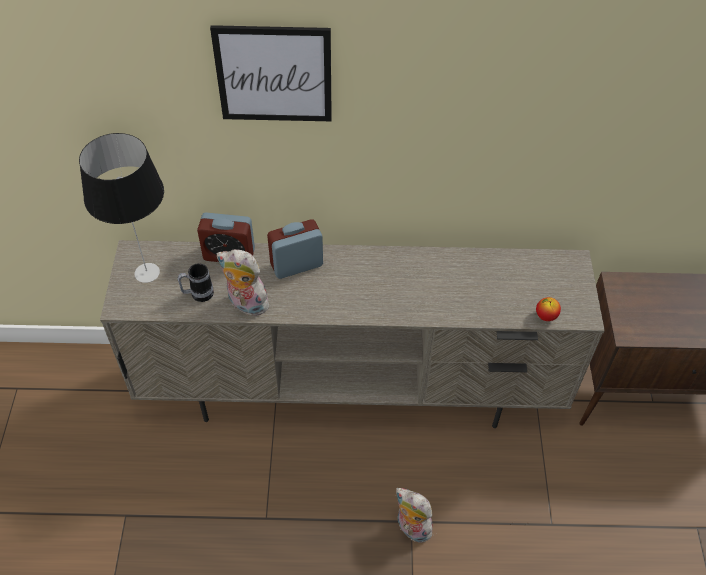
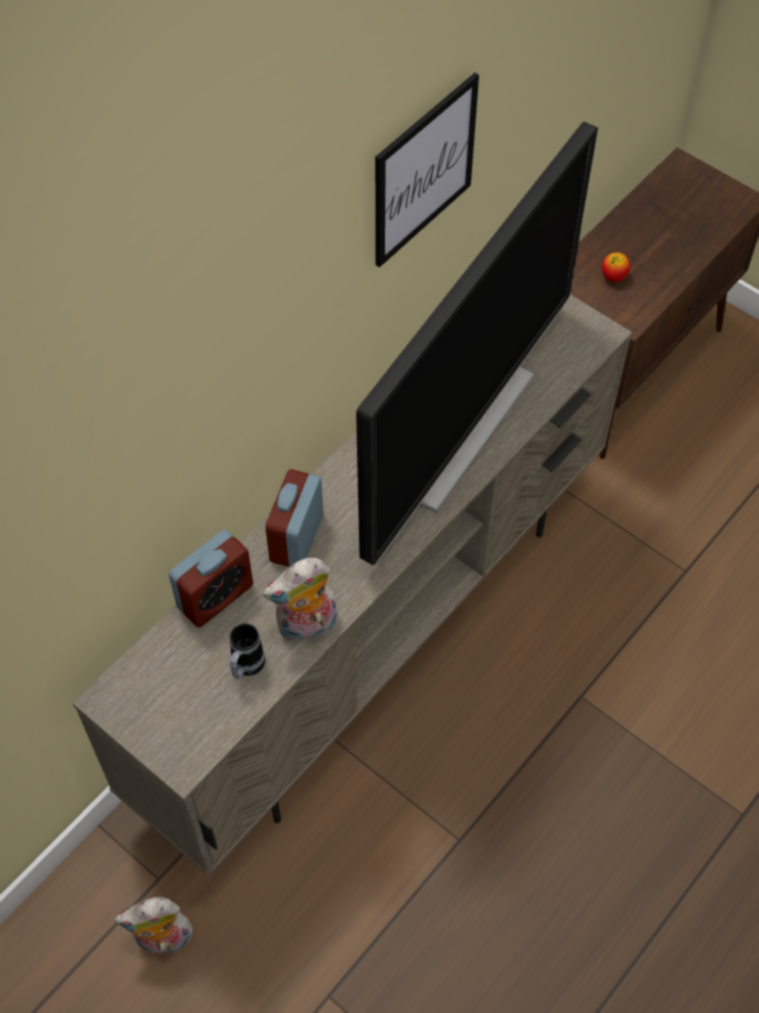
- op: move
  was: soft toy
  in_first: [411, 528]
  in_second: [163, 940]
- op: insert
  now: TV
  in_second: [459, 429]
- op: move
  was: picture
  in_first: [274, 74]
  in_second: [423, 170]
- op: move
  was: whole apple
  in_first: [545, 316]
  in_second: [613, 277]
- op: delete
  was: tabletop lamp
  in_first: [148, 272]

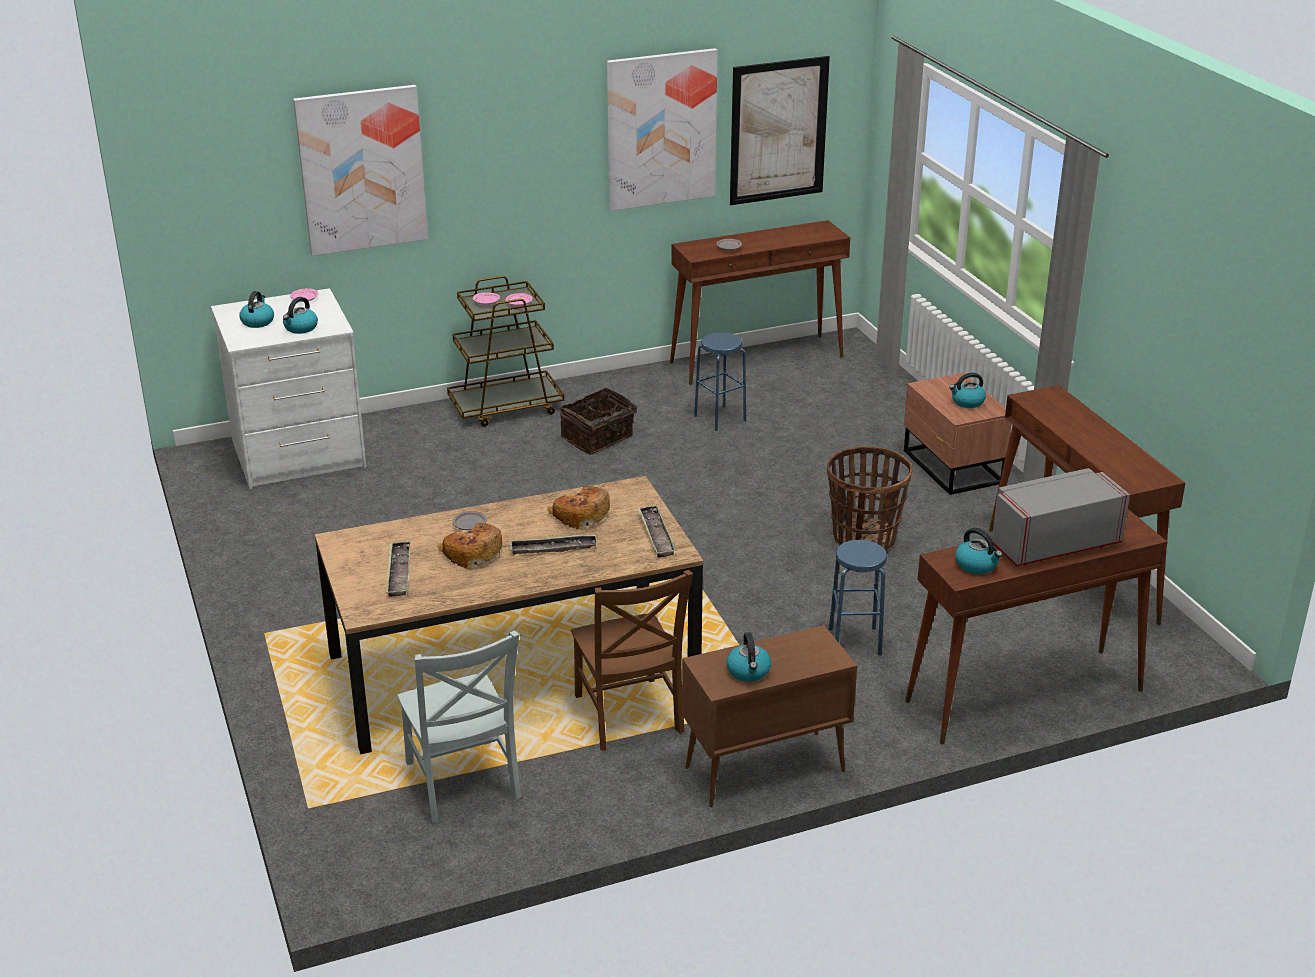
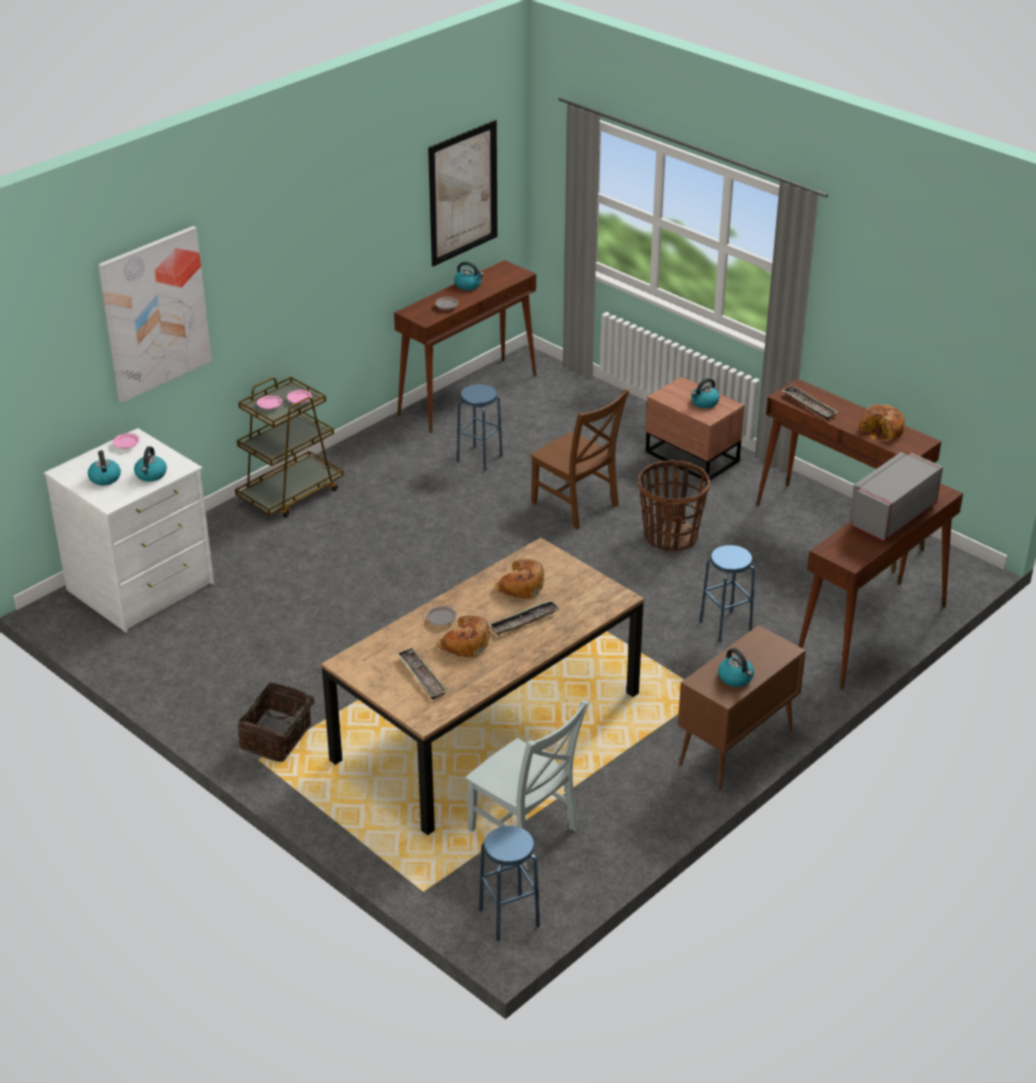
- op: move
  was: storage basket
  in_first: [598, 438]
  in_second: [278, 738]
- op: move
  was: tea kettle
  in_first: [977, 565]
  in_second: [468, 285]
- op: insert
  now: blue stool
  in_second: [509, 918]
- op: move
  was: brown plain chair
  in_first: [629, 717]
  in_second: [577, 505]
- op: move
  was: carrying tray
  in_first: [656, 535]
  in_second: [809, 405]
- op: insert
  now: bread
  in_second: [882, 431]
- op: delete
  was: picture
  in_first: [661, 129]

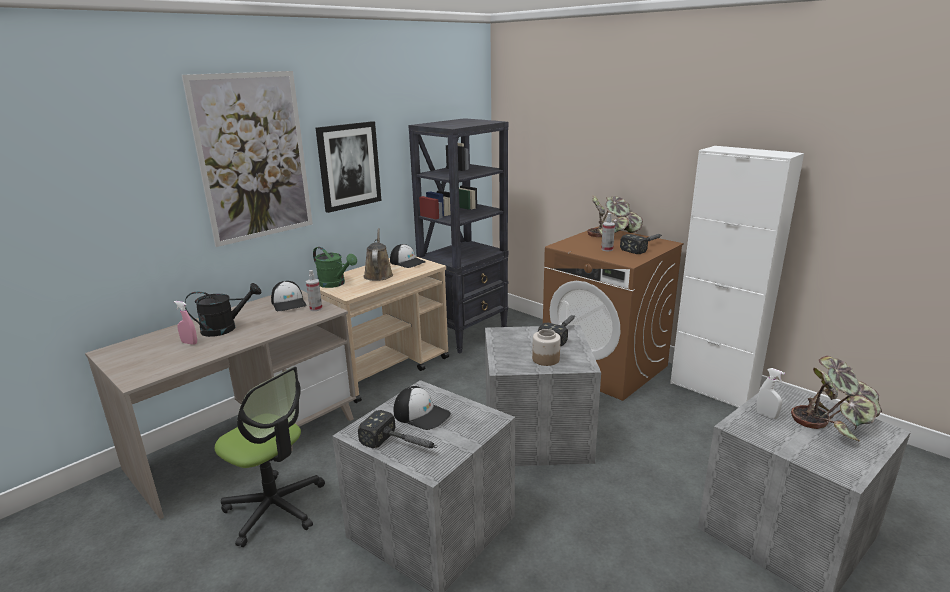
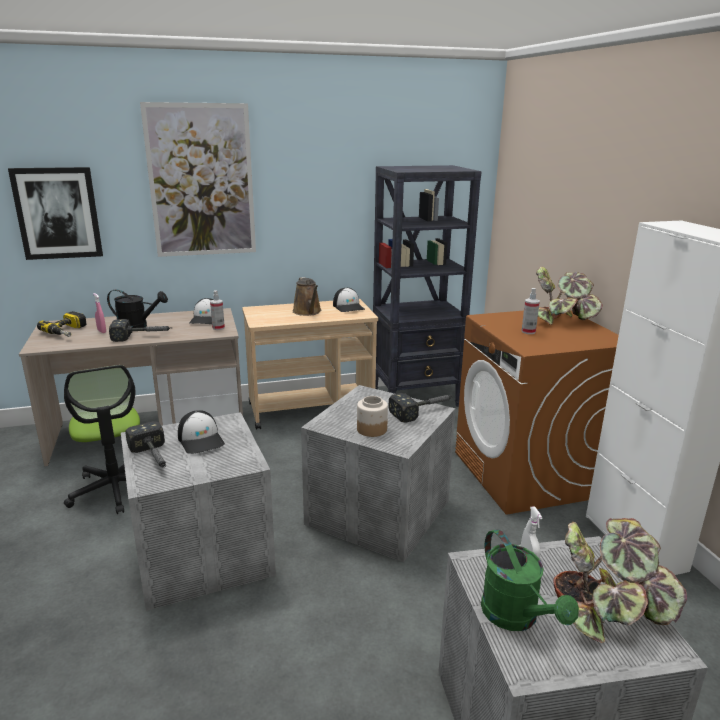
- op: move
  was: picture
  in_first: [349, 166]
  in_second: [58, 213]
- op: insert
  now: drill
  in_second: [69, 331]
- op: move
  was: tool hammer
  in_first: [645, 246]
  in_second: [143, 336]
- op: rotate
  was: brown watering pot
  in_first: [378, 274]
  in_second: [308, 312]
  clockwise: 135
- op: move
  was: greenish watering pot
  in_first: [335, 284]
  in_second: [516, 617]

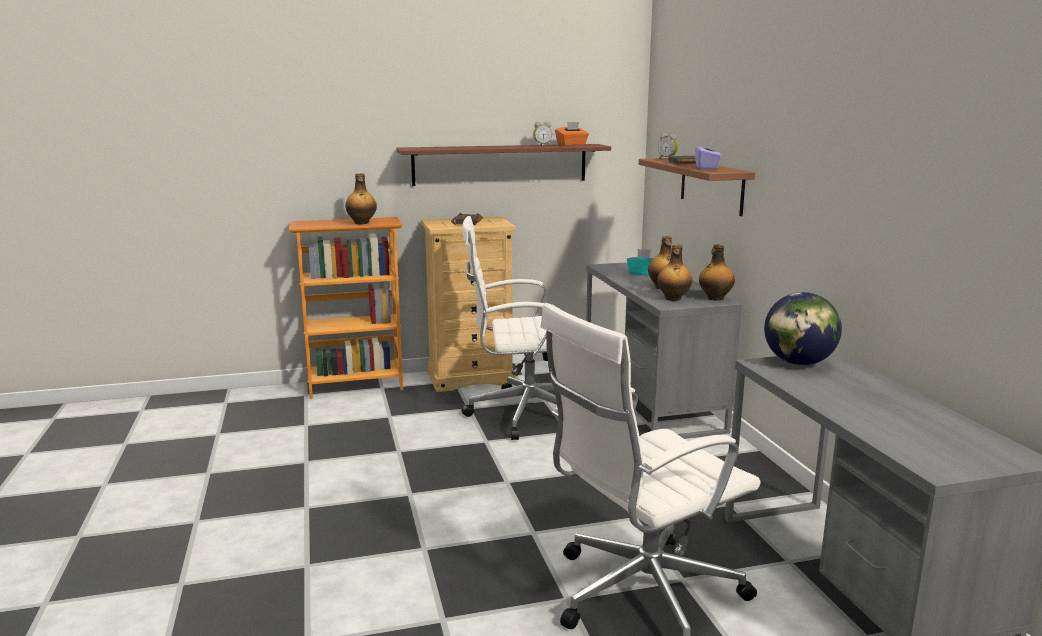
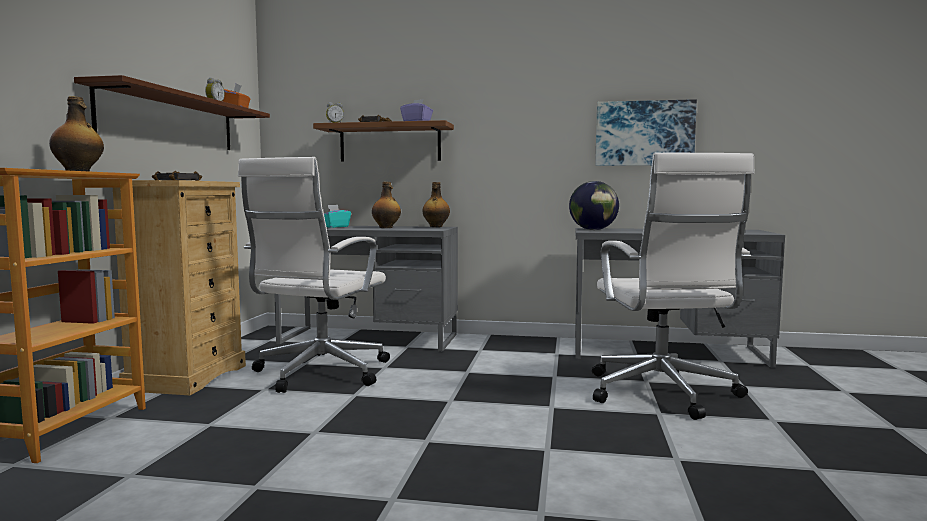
- op: insert
  now: picture
  in_second: [644, 133]
- op: delete
  was: bottle
  in_first: [673, 299]

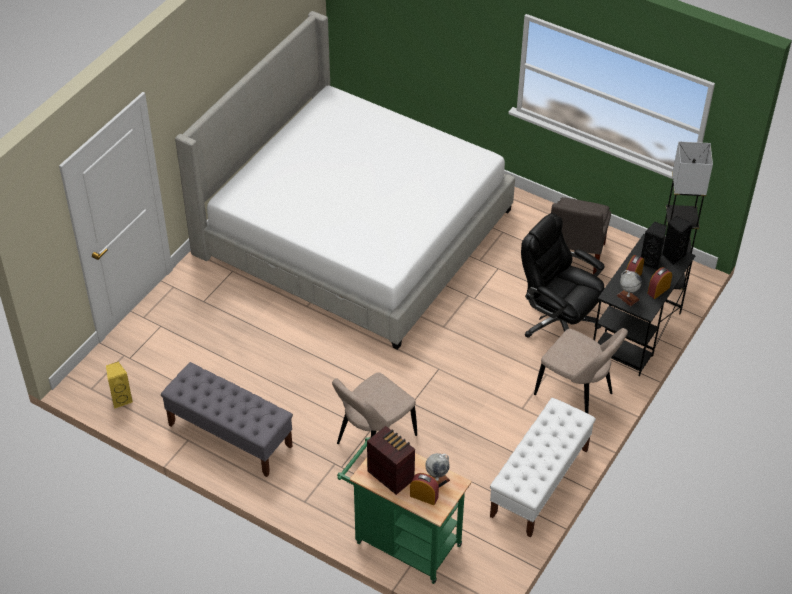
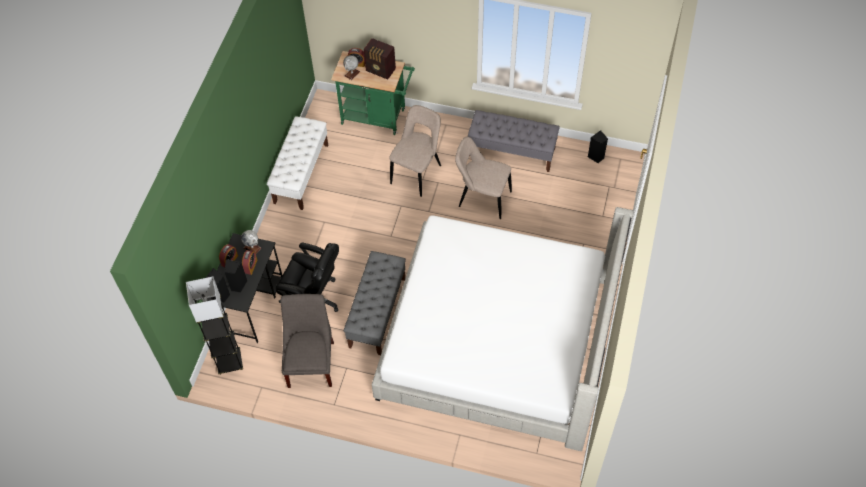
- op: insert
  now: grey long seat
  in_second: [377, 313]
- op: move
  was: sand-coloured plain chair
  in_first: [576, 396]
  in_second: [482, 198]
- op: recolor
  was: yellow audio speaker
  now: black audio speaker
  in_first: [121, 399]
  in_second: [596, 157]

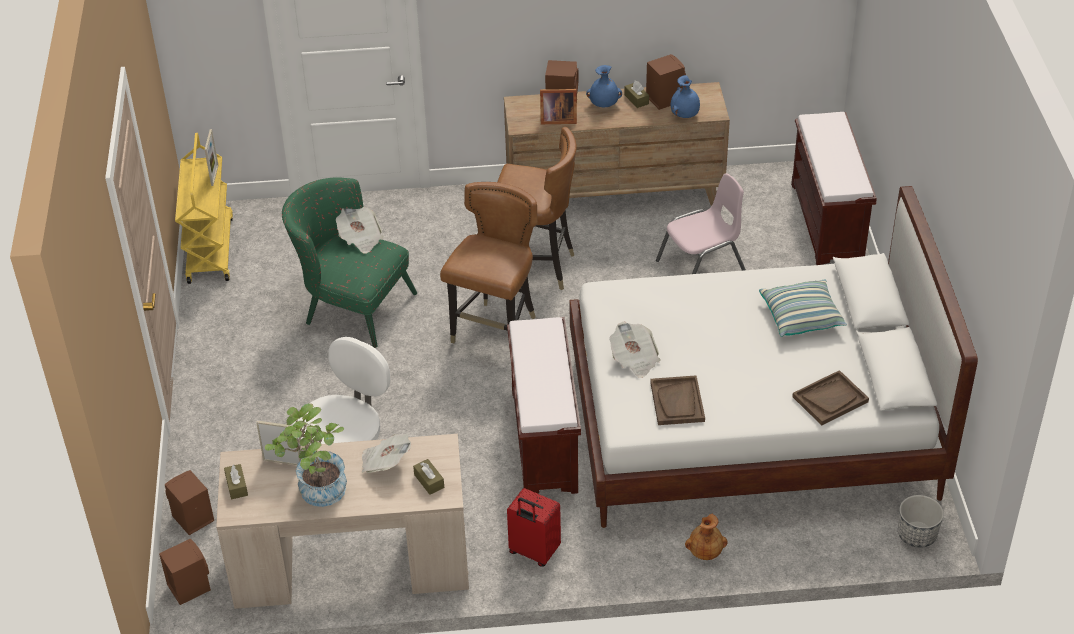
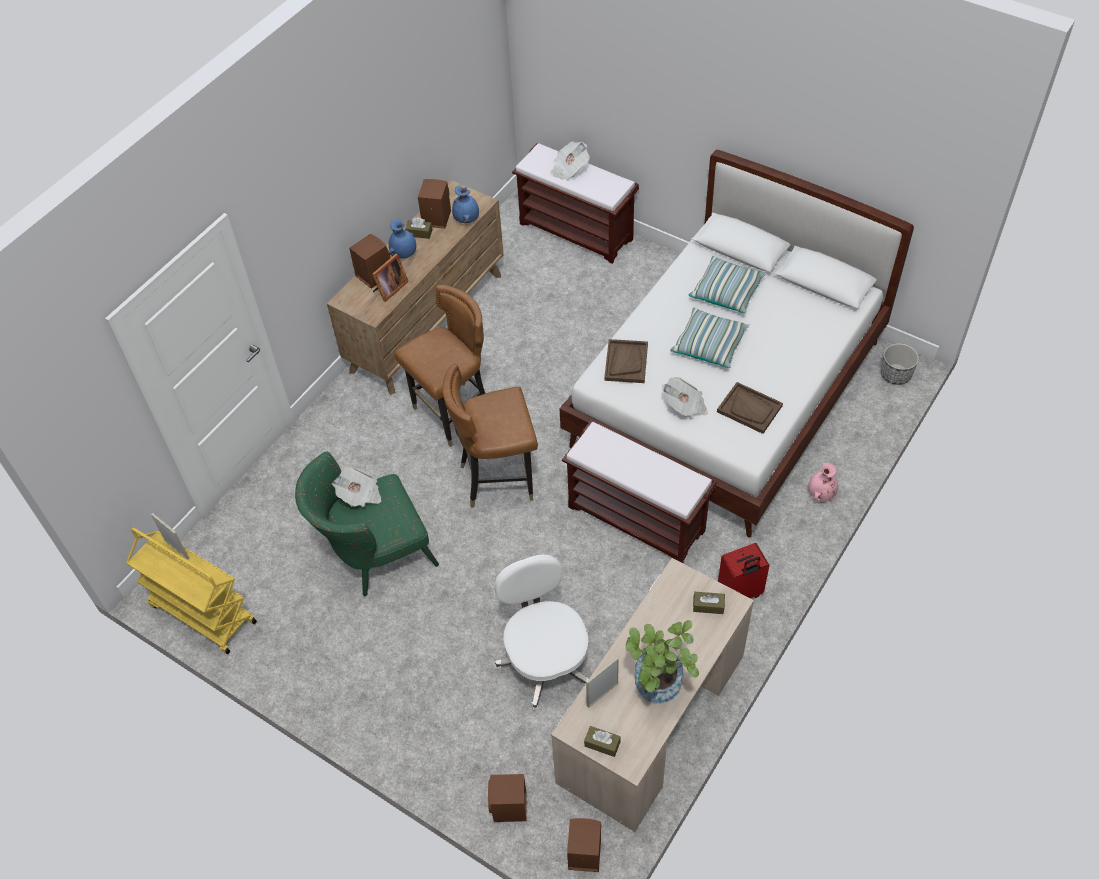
- op: rotate
  was: brown plain chair
  in_first: [496, 332]
  in_second: [498, 479]
  clockwise: -75
- op: move
  was: newspaper
  in_first: [385, 463]
  in_second: [569, 169]
- op: move
  was: brown carrying tray
  in_first: [830, 399]
  in_second: [626, 362]
- op: insert
  now: pillow
  in_second: [709, 345]
- op: recolor
  was: brown decorative vase
  now: pinkish decorative vase
  in_first: [705, 552]
  in_second: [820, 493]
- op: delete
  was: pinkish plain chair
  in_first: [701, 266]

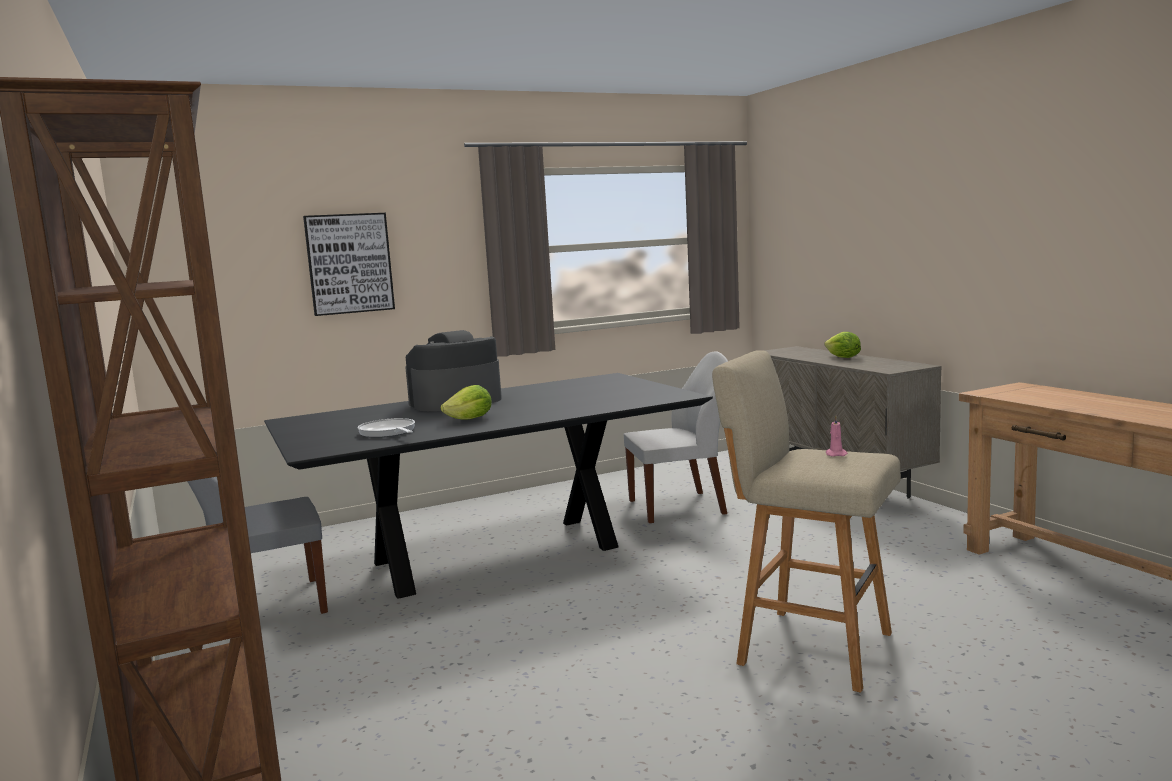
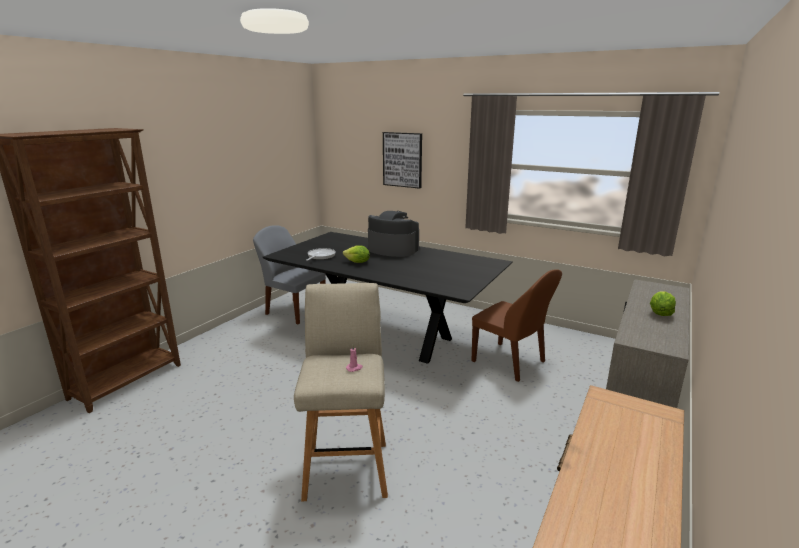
- op: recolor
  was: white plain chair
  now: brown plain chair
  in_first: [680, 507]
  in_second: [510, 362]

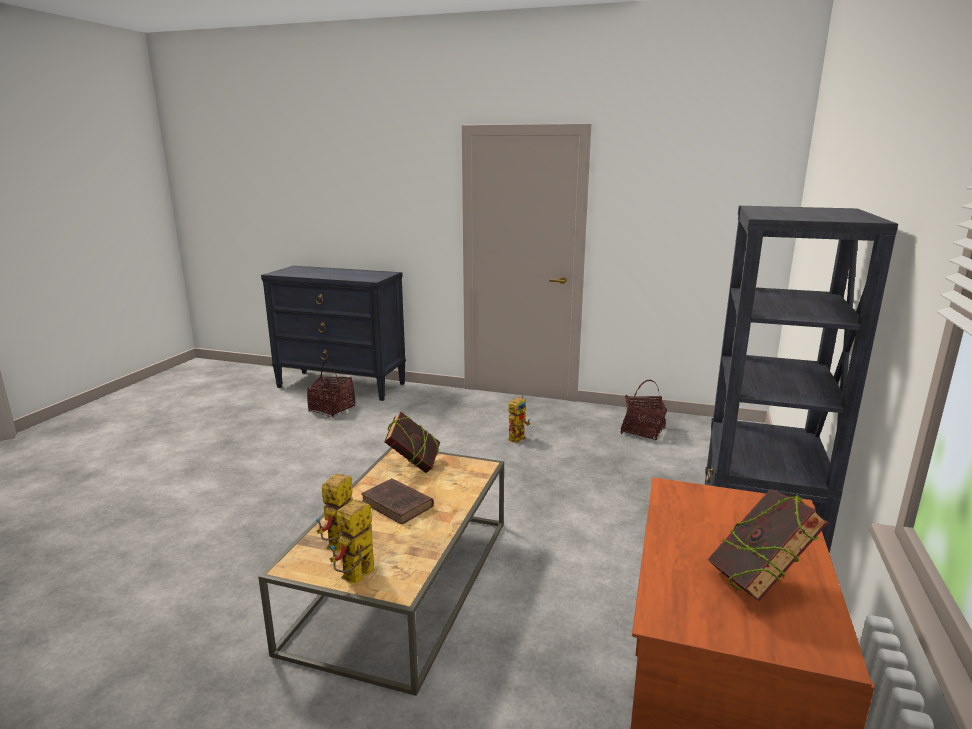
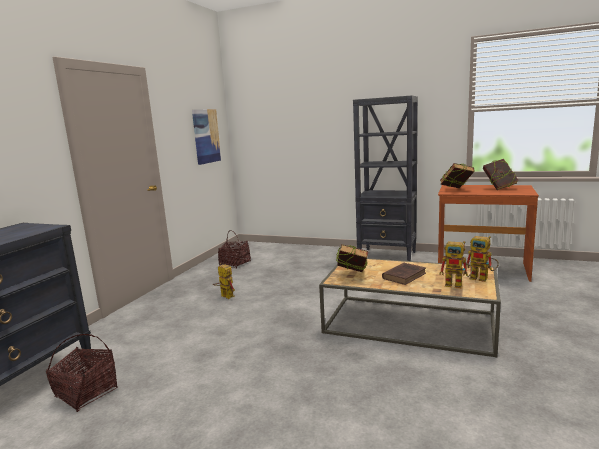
- op: insert
  now: picture
  in_second: [206, 136]
- op: insert
  now: bound book
  in_second: [456, 190]

